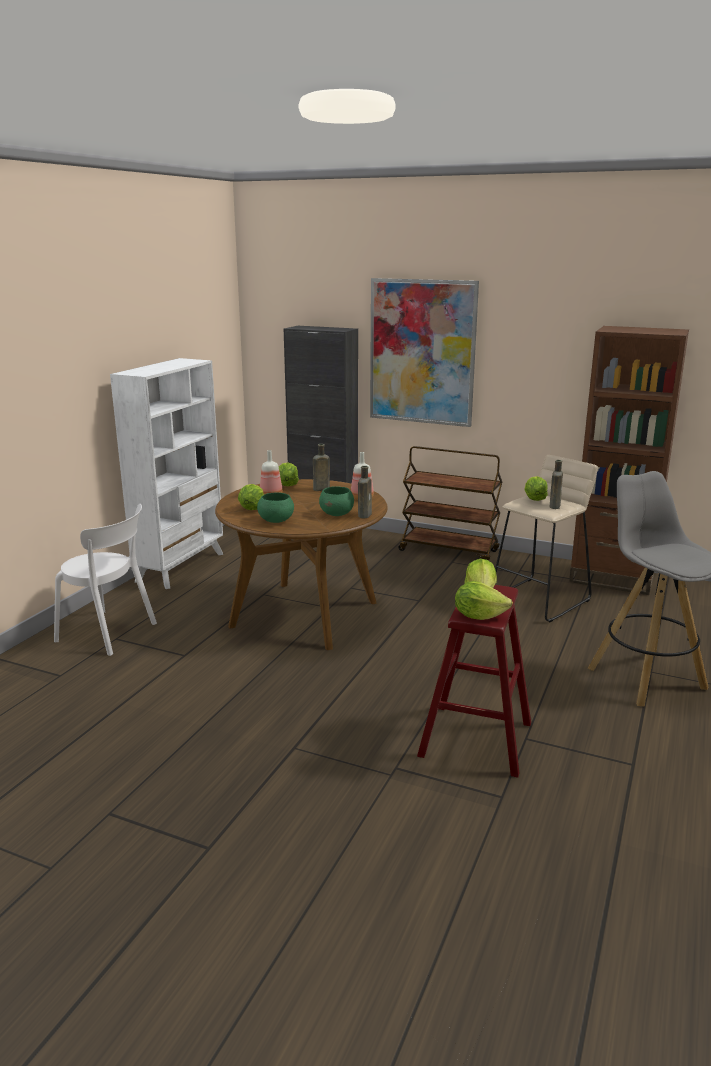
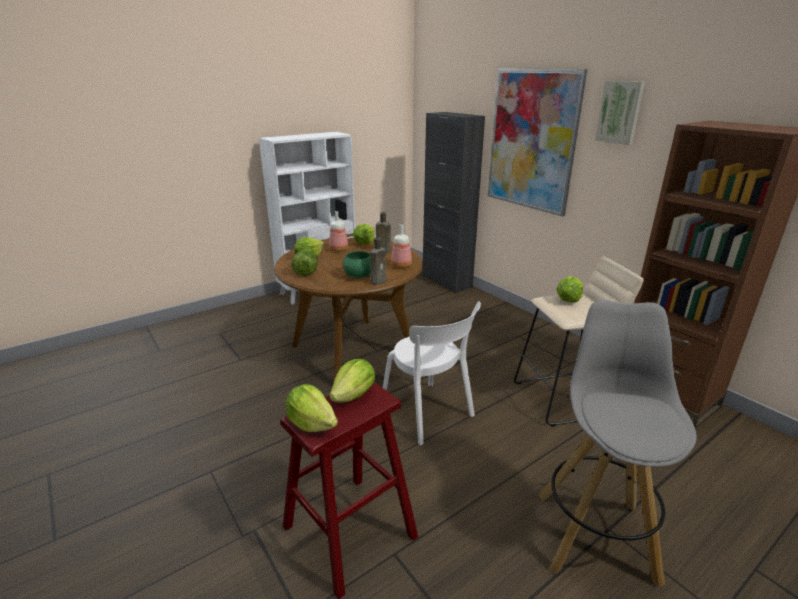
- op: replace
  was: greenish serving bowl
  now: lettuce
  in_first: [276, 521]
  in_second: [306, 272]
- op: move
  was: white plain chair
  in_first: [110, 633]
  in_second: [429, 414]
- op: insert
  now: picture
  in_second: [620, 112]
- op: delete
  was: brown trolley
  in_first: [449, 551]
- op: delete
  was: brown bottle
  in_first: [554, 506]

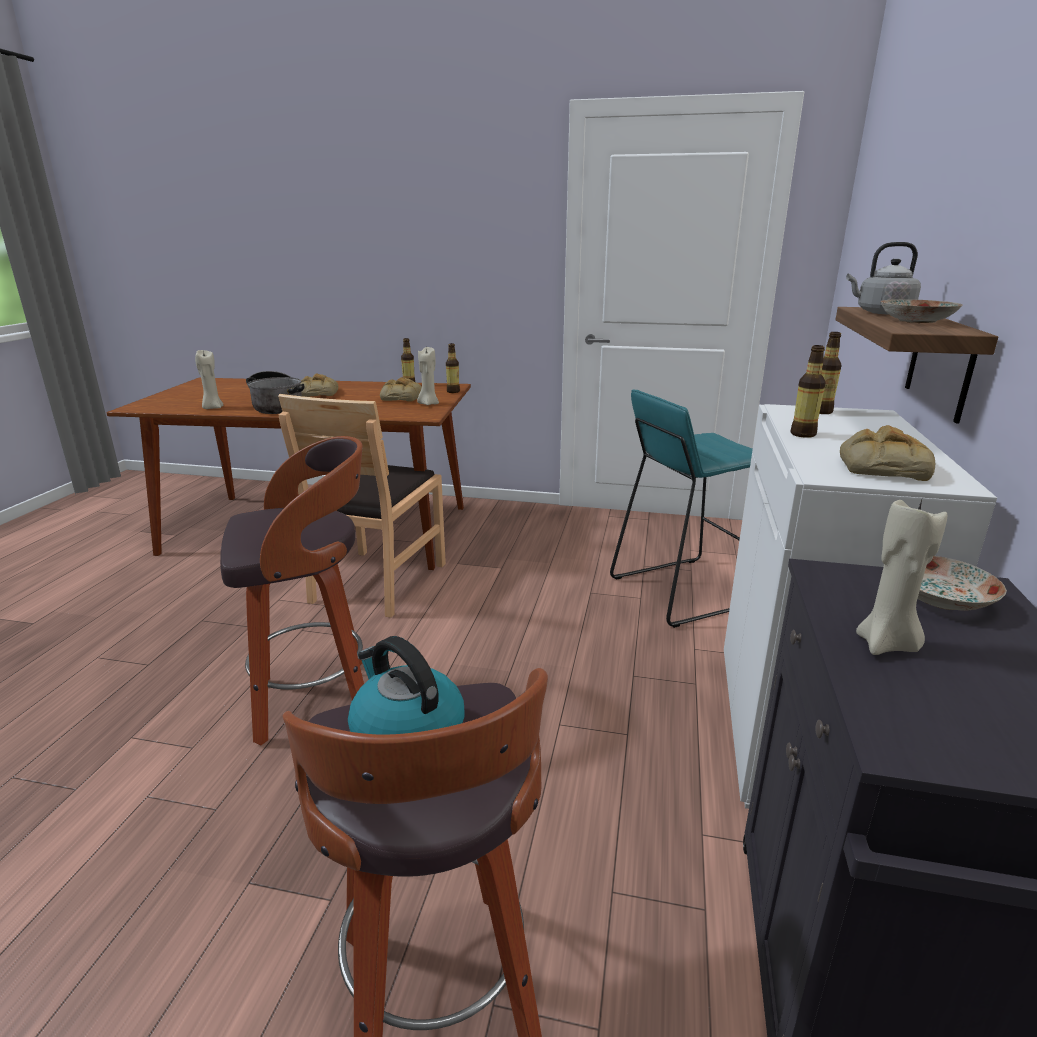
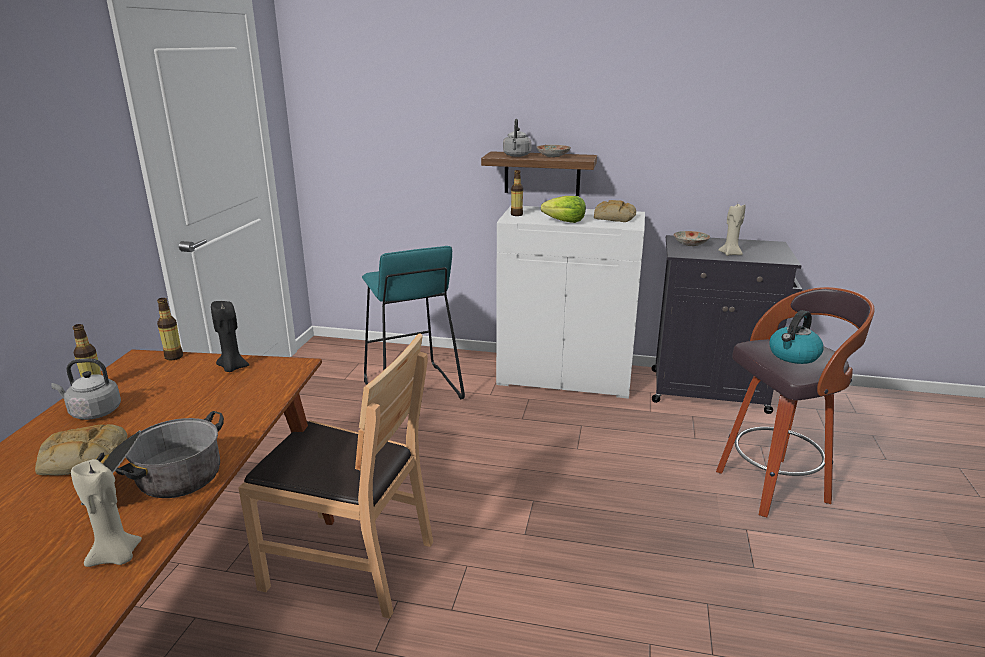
- op: insert
  now: grey tea kettle
  in_second: [93, 412]
- op: recolor
  was: sand-coloured wax light
  now: black wax light
  in_first: [428, 404]
  in_second: [232, 368]
- op: replace
  was: bottle
  now: lettuce
  in_first: [802, 434]
  in_second: [565, 221]
- op: delete
  was: stool
  in_first: [317, 700]
- op: delete
  was: bread
  in_first: [401, 397]

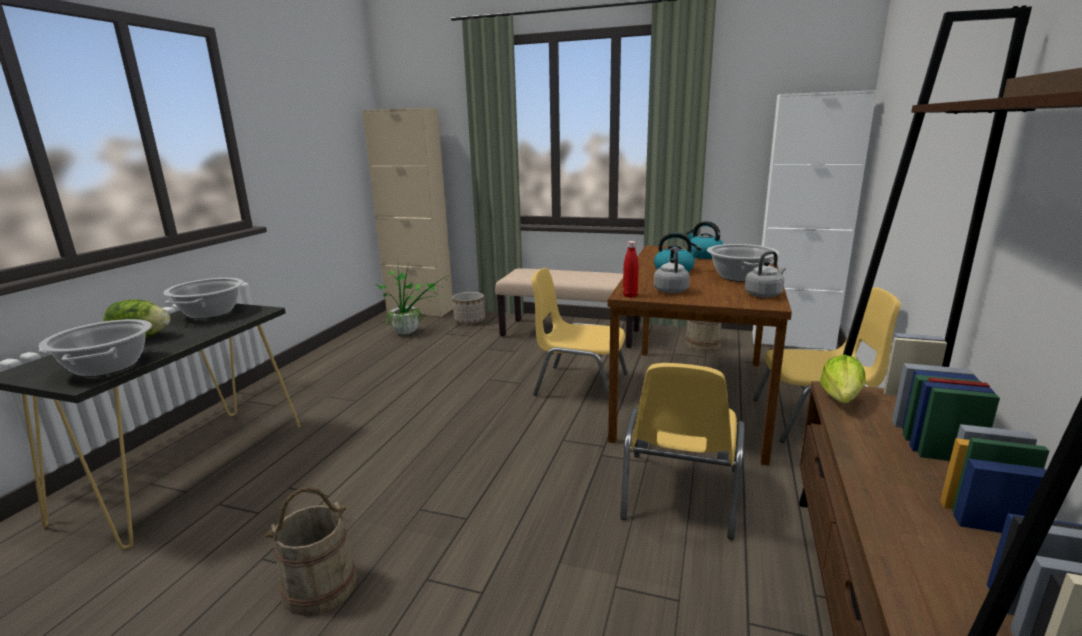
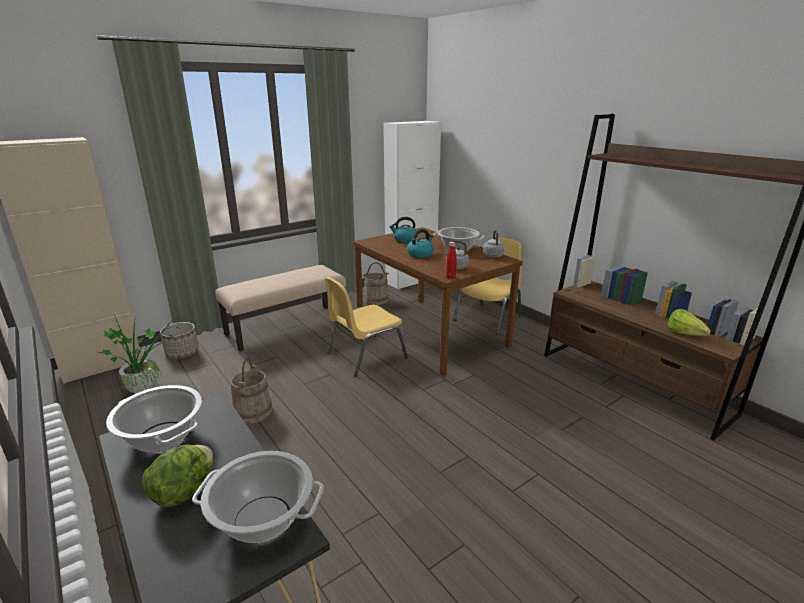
- op: move
  was: sand-coloured pail
  in_first: [320, 586]
  in_second: [253, 411]
- op: move
  was: lettuce
  in_first: [839, 402]
  in_second: [687, 335]
- op: delete
  was: yellow plain chair
  in_first: [679, 495]

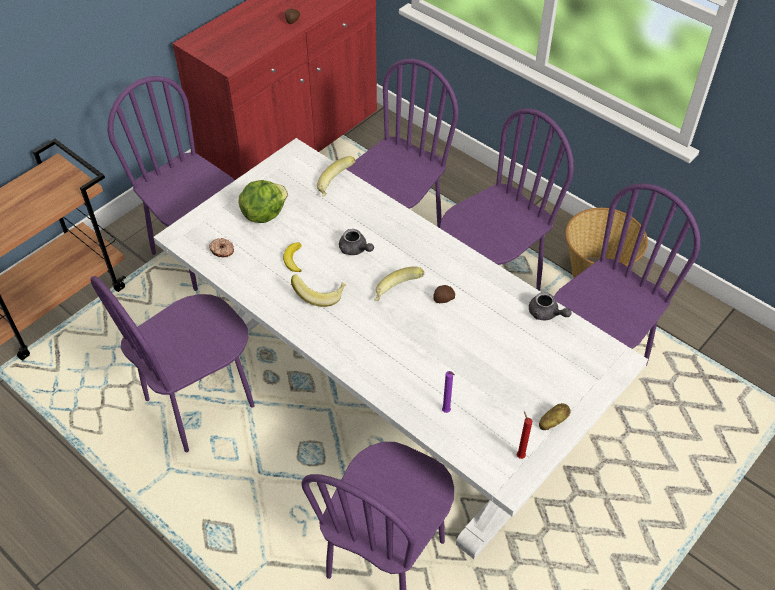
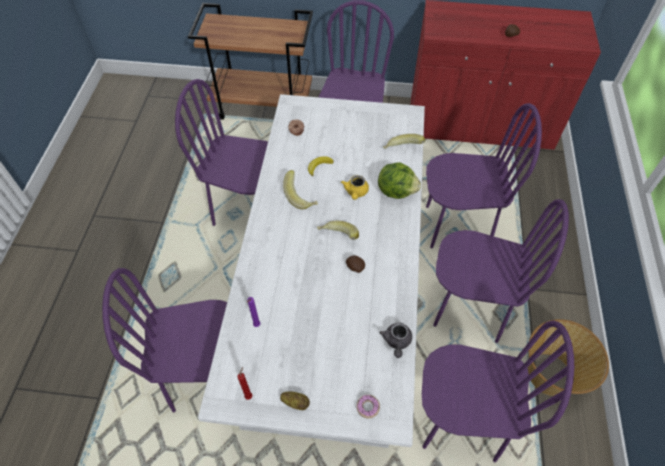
- op: recolor
  was: grey teapot
  now: yellow teapot
  in_first: [355, 250]
  in_second: [355, 192]
- op: insert
  now: ring doughnut
  in_second: [368, 407]
- op: move
  was: lettuce
  in_first: [263, 214]
  in_second: [396, 190]

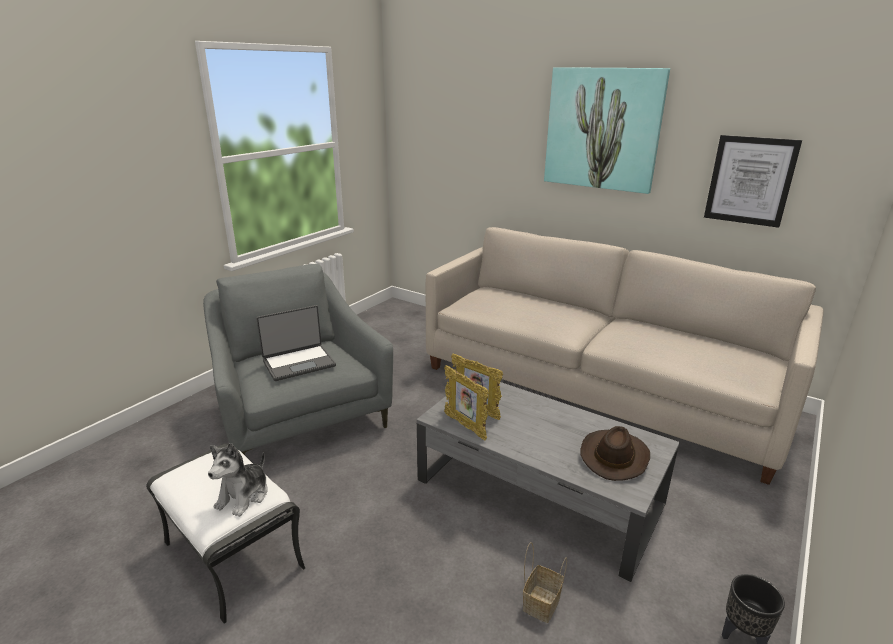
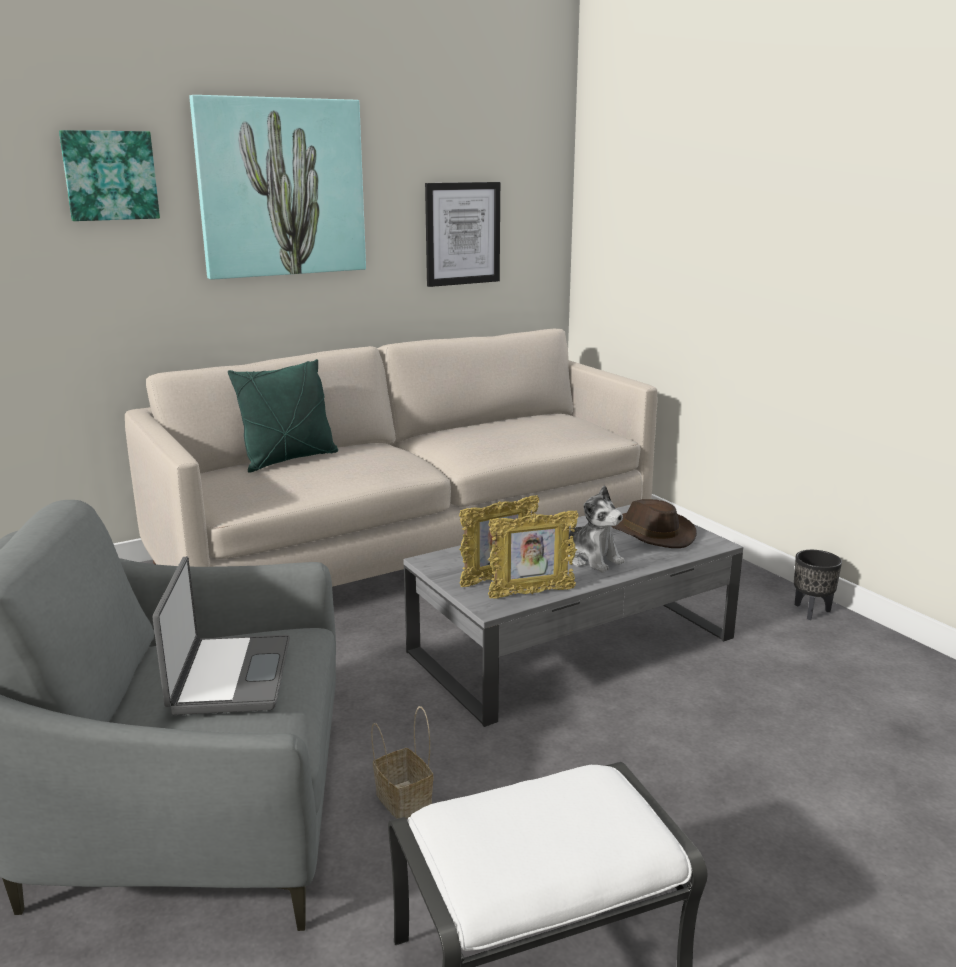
- op: insert
  now: picture
  in_second: [110, 175]
- op: insert
  now: greenish pillow
  in_second: [289, 459]
- op: move
  was: storage basket
  in_first: [541, 602]
  in_second: [401, 799]
- op: move
  was: soft toy
  in_first: [244, 496]
  in_second: [591, 559]

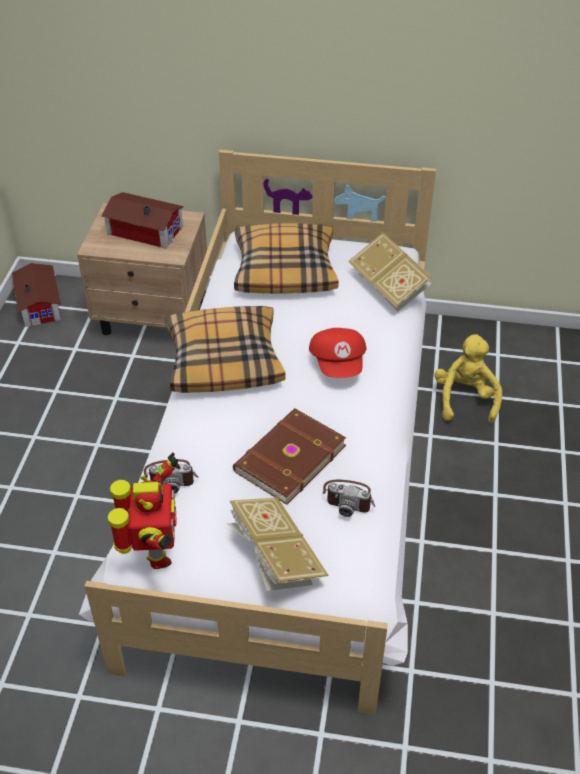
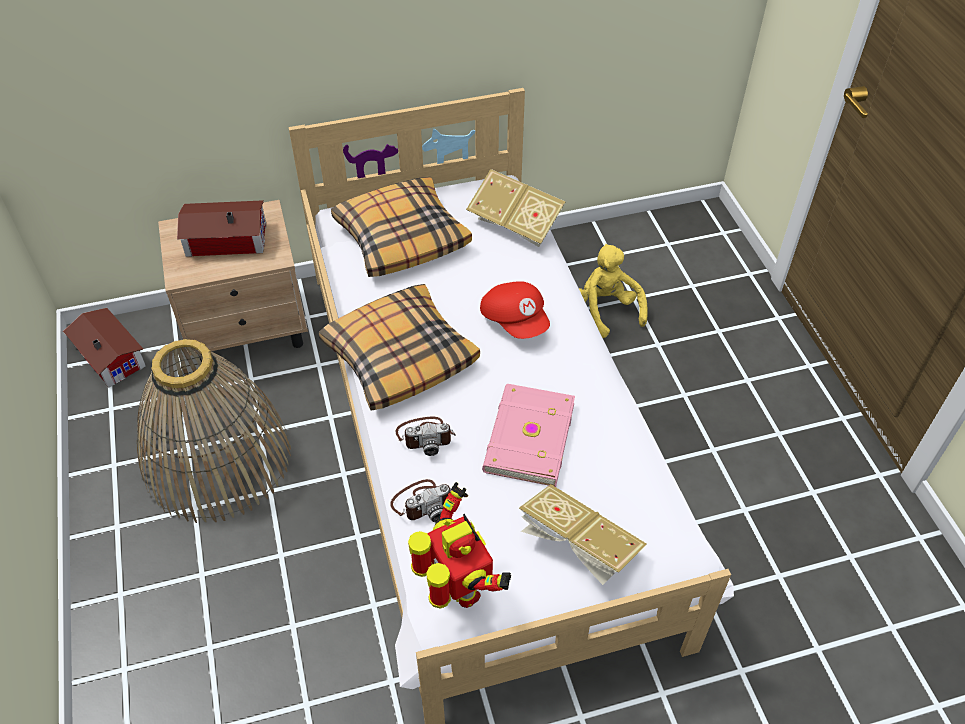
- op: insert
  now: storage basket
  in_second: [217, 459]
- op: move
  was: still camera
  in_first: [349, 498]
  in_second: [425, 436]
- op: recolor
  was: brown bound book
  now: pinkish bound book
  in_first: [288, 458]
  in_second: [527, 437]

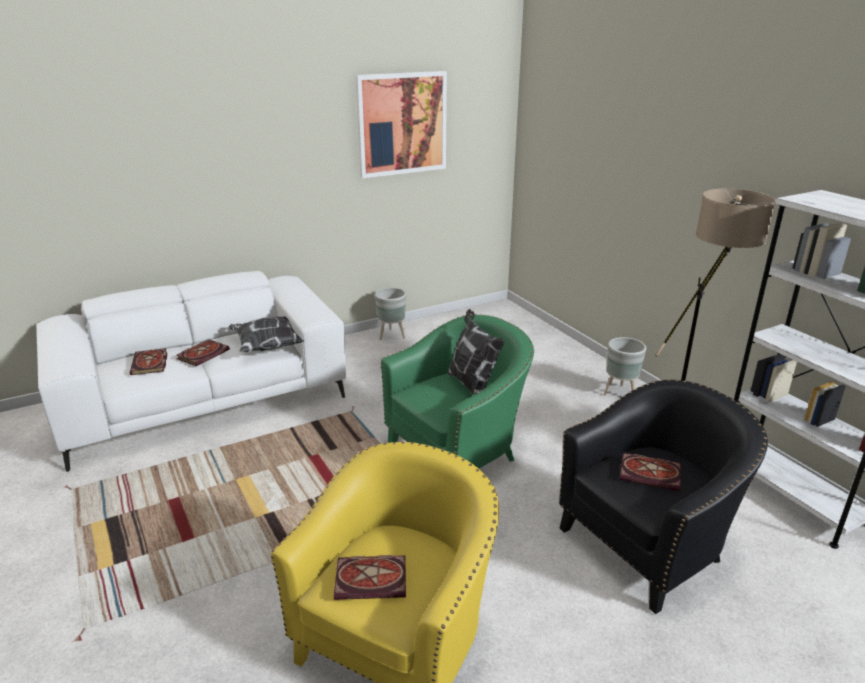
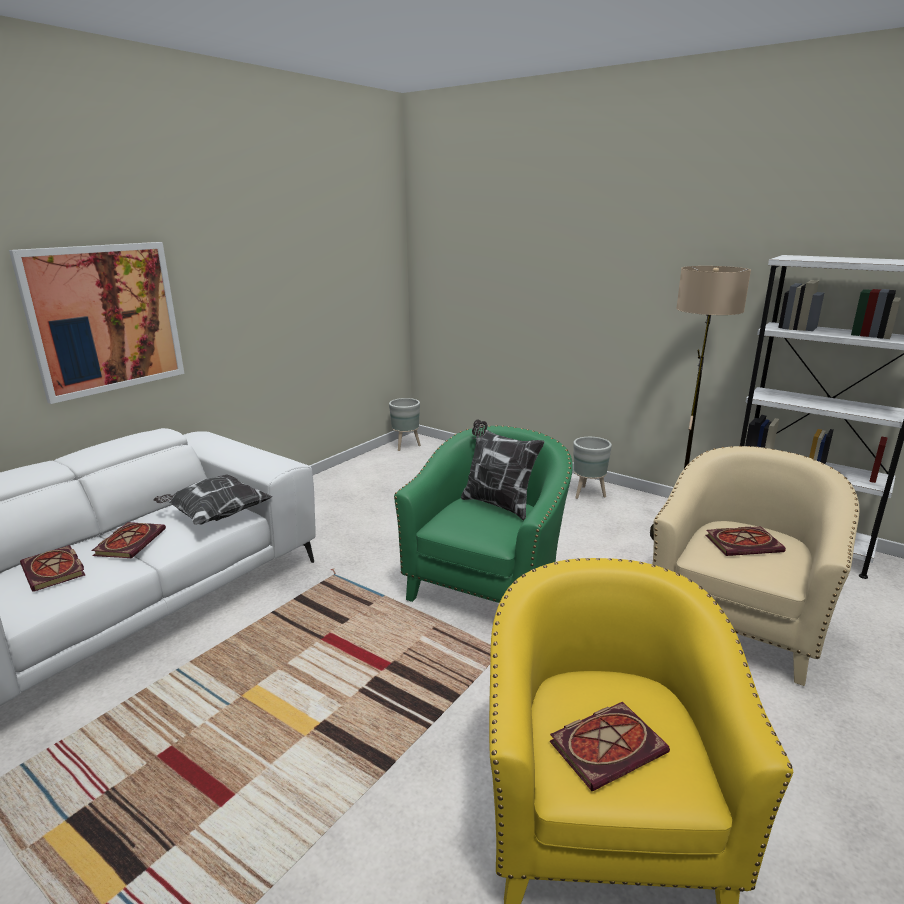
- op: move
  was: picture
  in_first: [402, 124]
  in_second: [105, 319]
- op: move
  was: grey plant pot
  in_first: [392, 336]
  in_second: [406, 446]
- op: recolor
  was: black armchair
  now: sand-coloured armchair
  in_first: [648, 545]
  in_second: [736, 622]

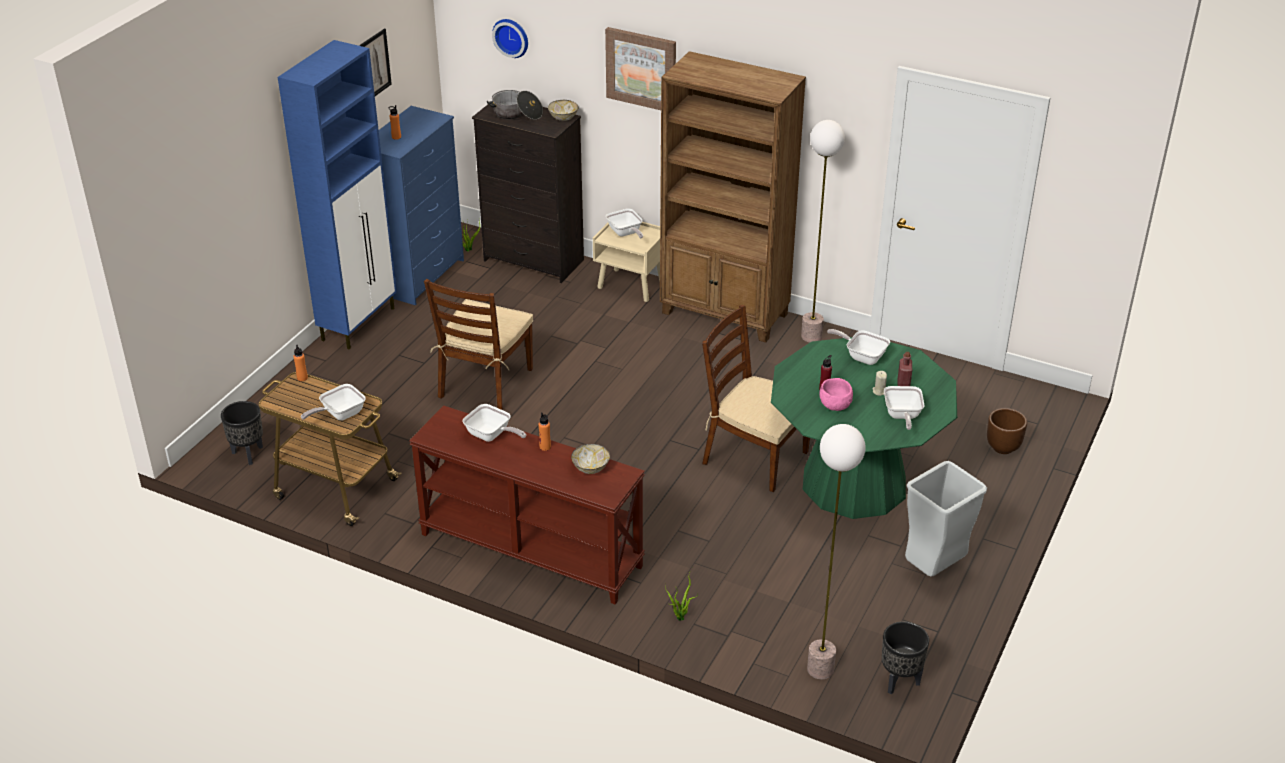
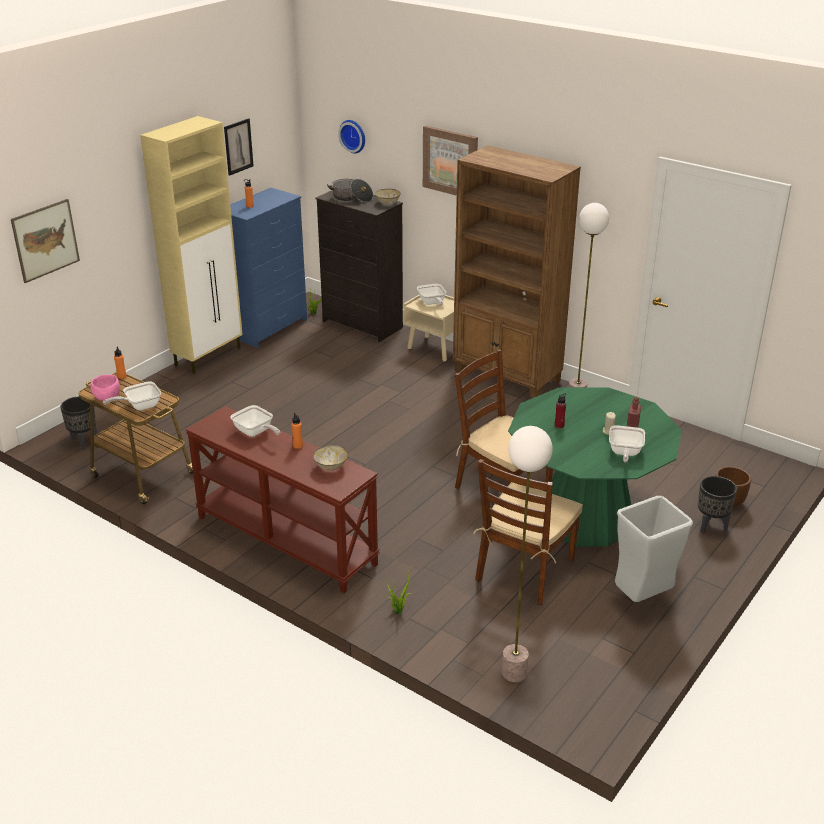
- op: insert
  now: picture
  in_second: [45, 240]
- op: move
  was: pinkish serving bowl
  in_first: [834, 406]
  in_second: [107, 398]
- op: recolor
  was: blue storage cabinet
  now: sand-coloured storage cabinet
  in_first: [359, 323]
  in_second: [209, 356]
- op: move
  was: brown plain chair
  in_first: [485, 383]
  in_second: [524, 570]
- op: move
  was: black plant pot
  in_first: [899, 681]
  in_second: [711, 526]
- op: delete
  was: pan
  in_first: [862, 356]

